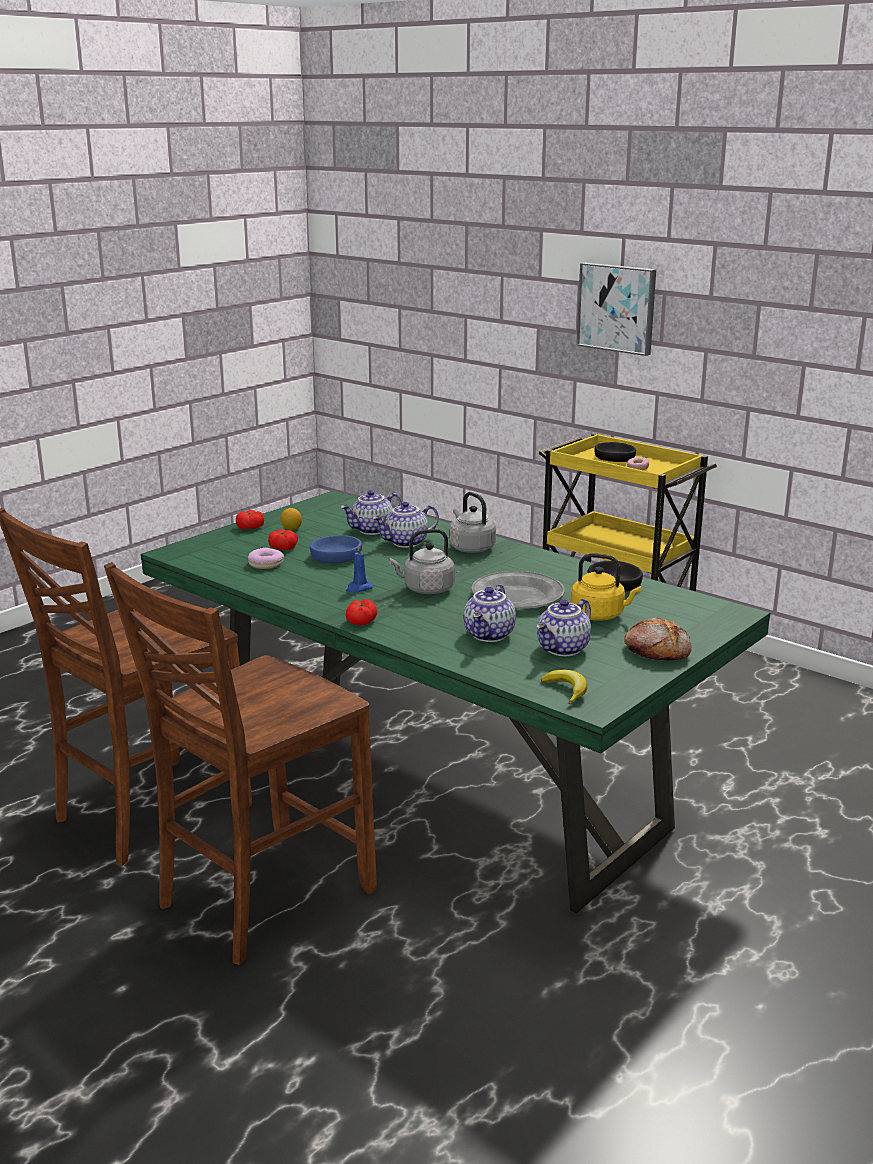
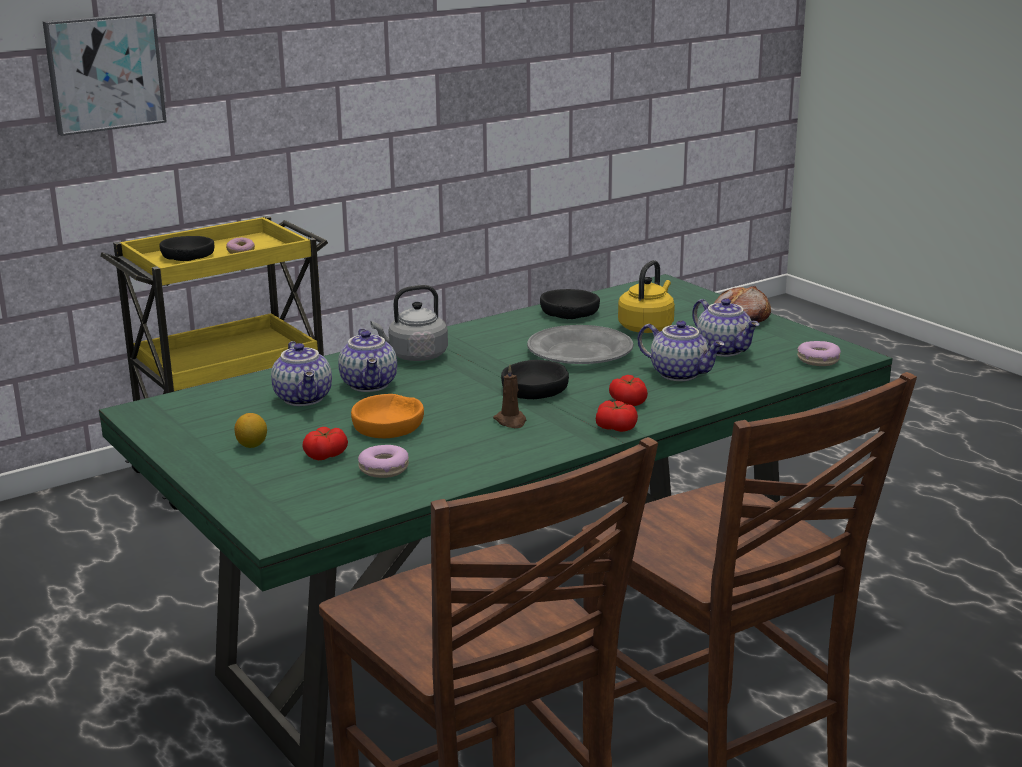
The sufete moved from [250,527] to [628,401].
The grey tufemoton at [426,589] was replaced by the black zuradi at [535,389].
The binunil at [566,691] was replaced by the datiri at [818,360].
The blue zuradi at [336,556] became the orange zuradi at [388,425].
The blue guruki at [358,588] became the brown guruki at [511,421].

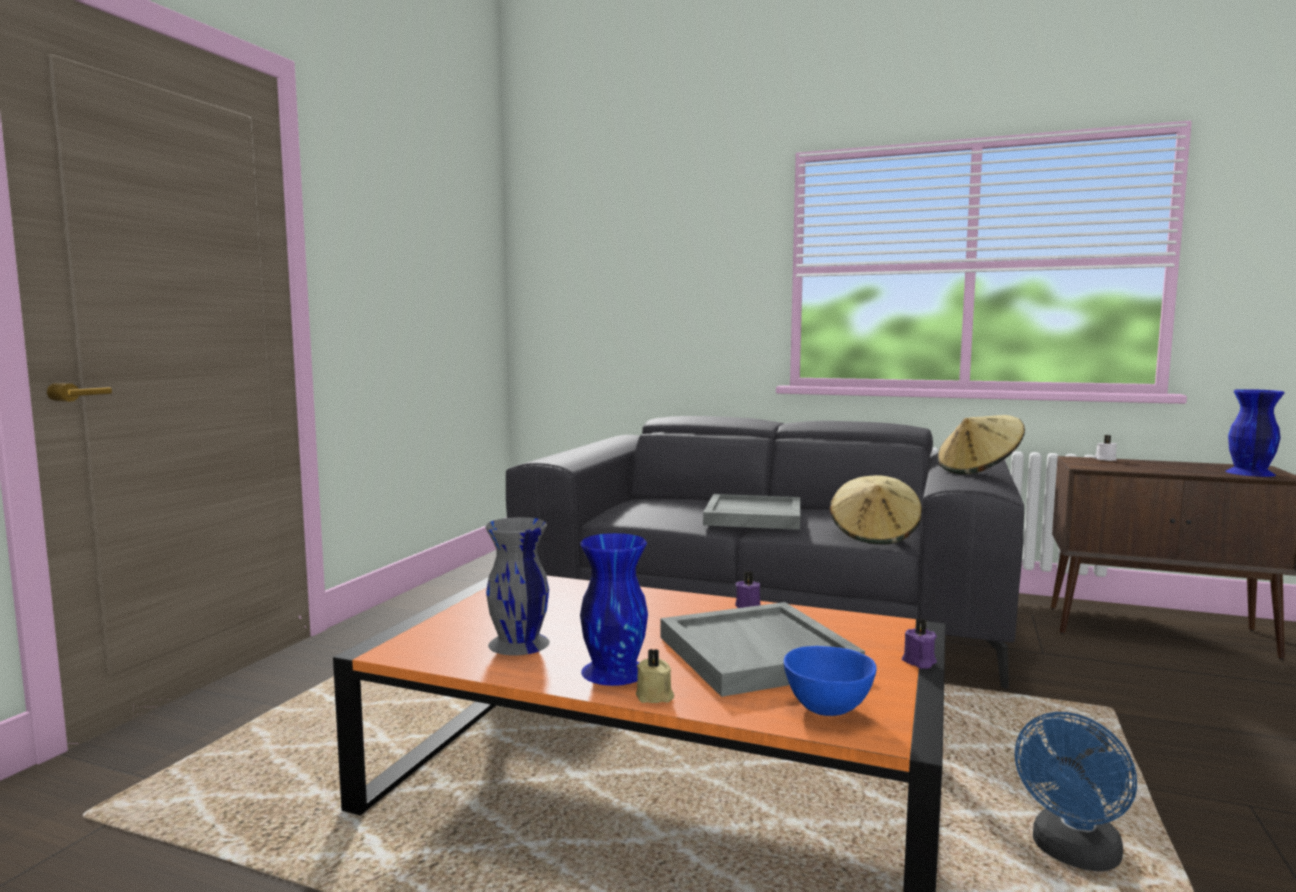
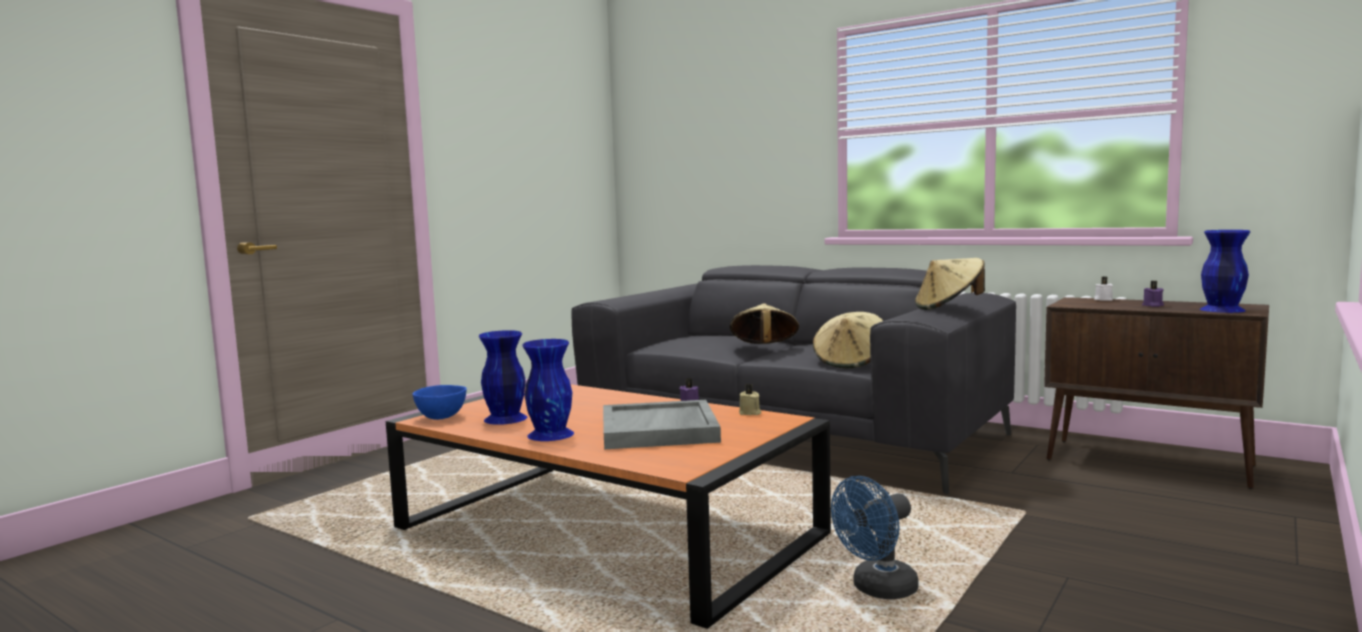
The beige guruki moved from [655,696] to [750,413].
The blue zuradi moved from [829,708] to [442,417].
The purple guruki moved from [919,662] to [1152,305].
The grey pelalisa at [752,517] was replaced by the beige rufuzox at [764,348].
The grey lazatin at [517,643] became the blue lazatin at [504,418].

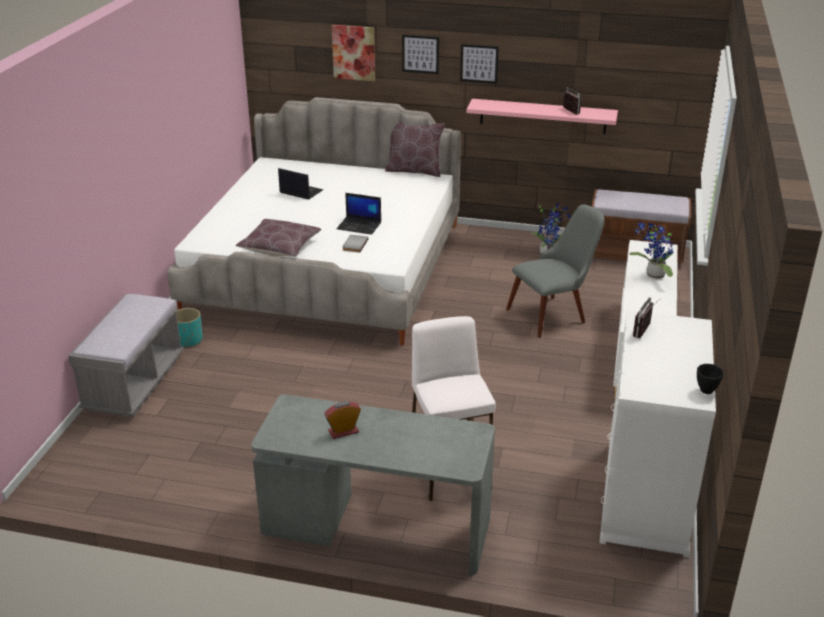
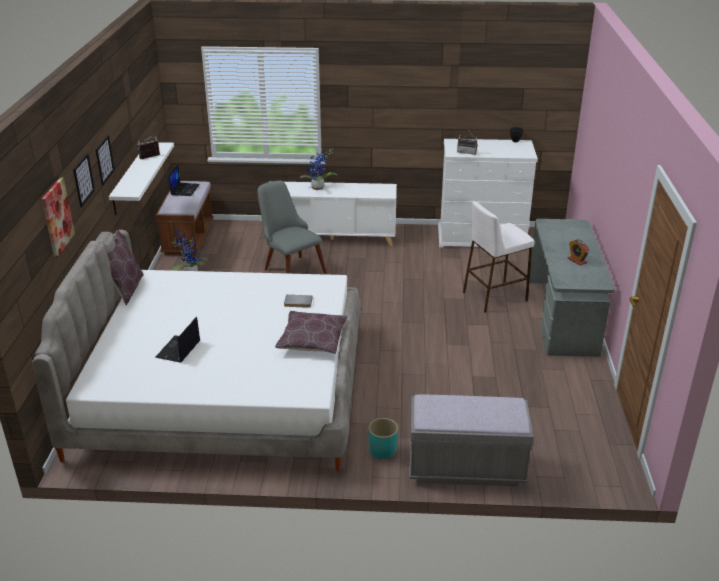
The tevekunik moved from [360,226] to [184,189].
The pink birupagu at [543,116] became the white birupagu at [130,178].

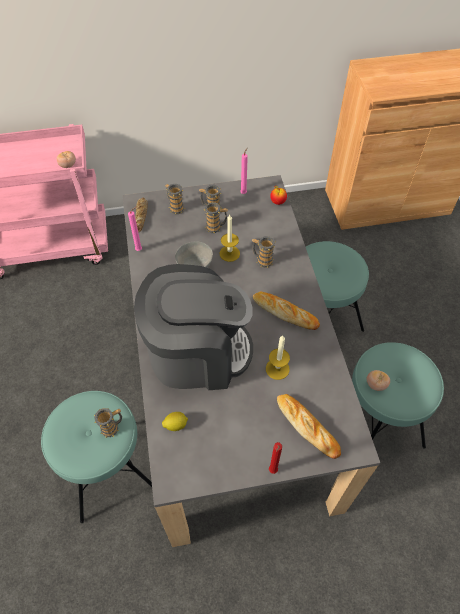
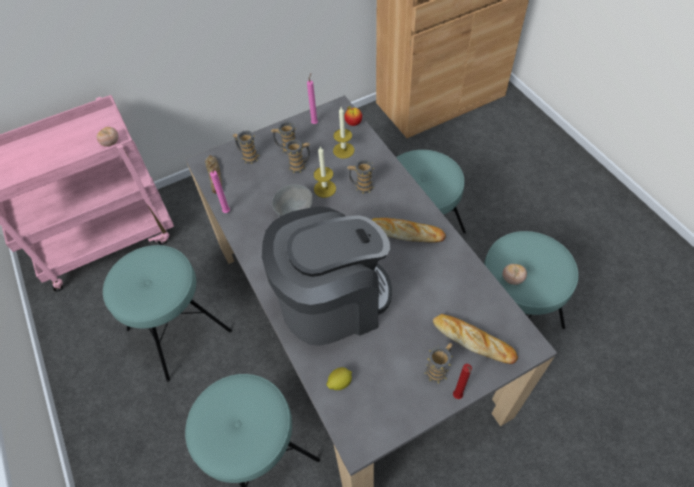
The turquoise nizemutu at [179,330] appeared.
The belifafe moved from [112,427] to [438,369].
The guruki moved from [277,369] to [343,150].

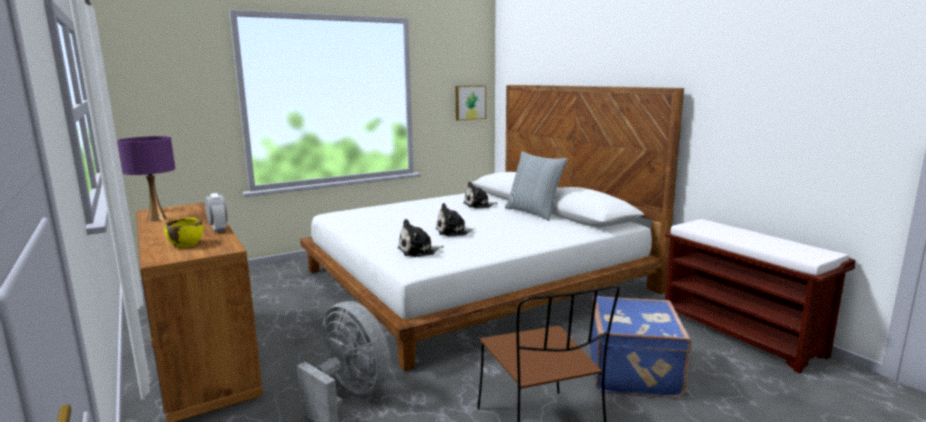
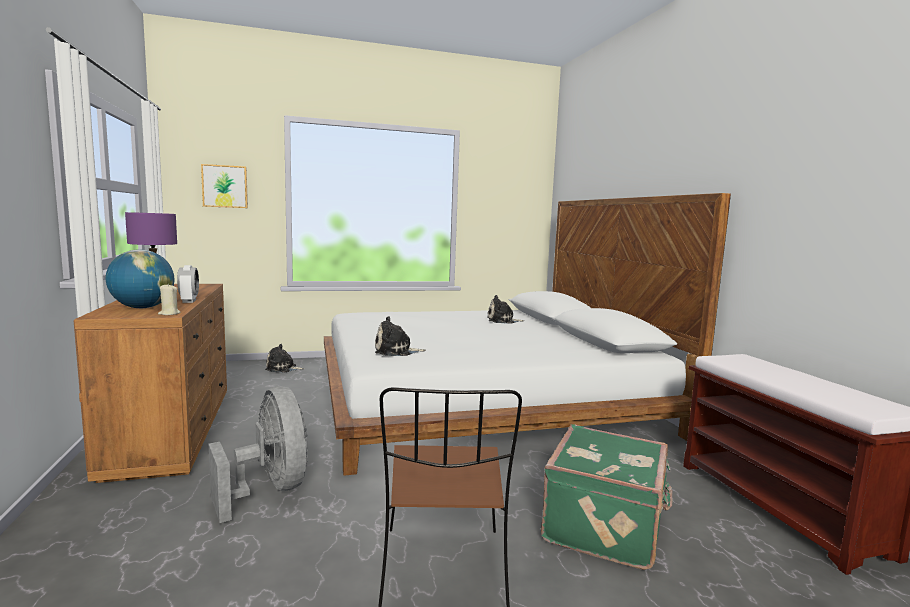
The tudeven at [534,213] disappeared.
The beige guruki at [169,314] appeared.
The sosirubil moved from [453,232] to [283,368].
The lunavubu moved from [470,102] to [225,186].
The yellow zuradi at [186,244] was replaced by the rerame at [142,308].
The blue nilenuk at [635,372] became the green nilenuk at [606,526].

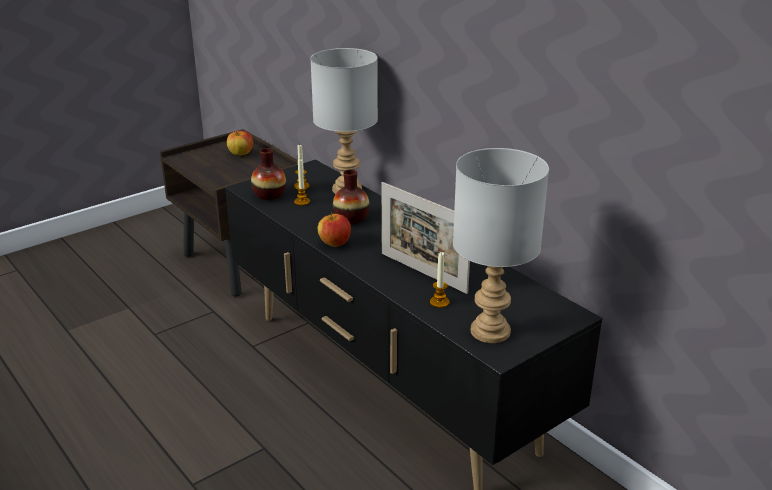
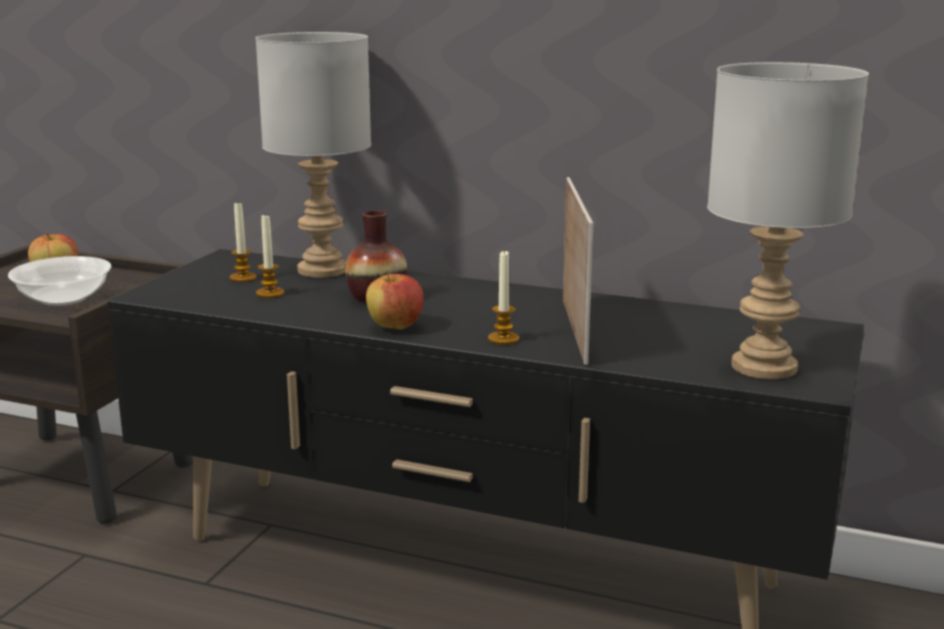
The lazatin at [269,194] disappeared.
The zuradi at [64,299] appeared.
The guruki moved from [439,302] to [503,339].
The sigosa at [423,272] turned 105 degrees counterclockwise.

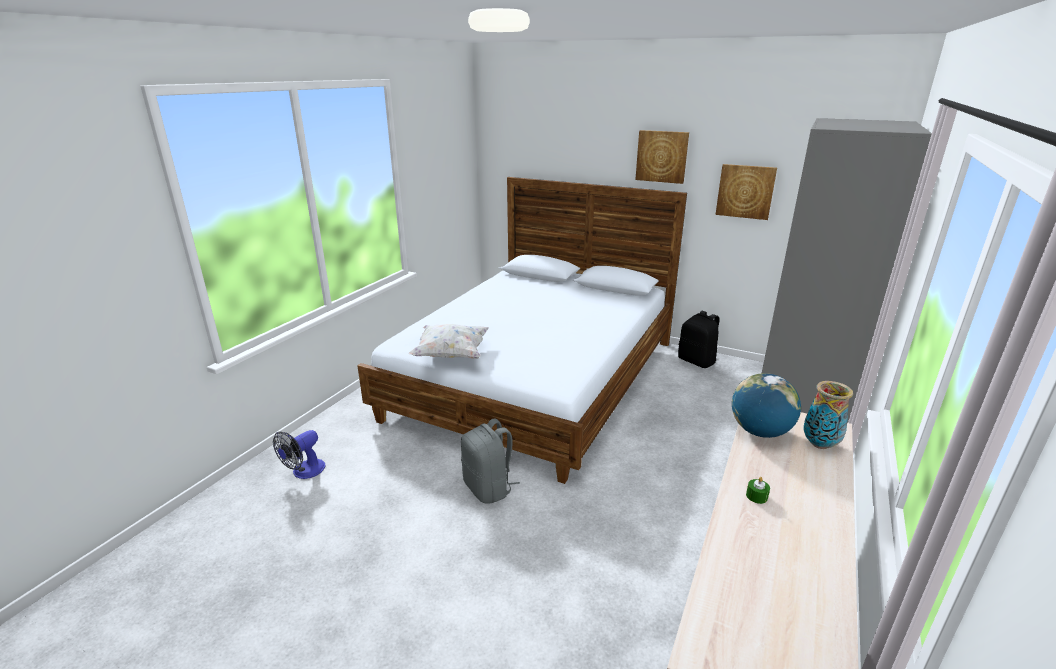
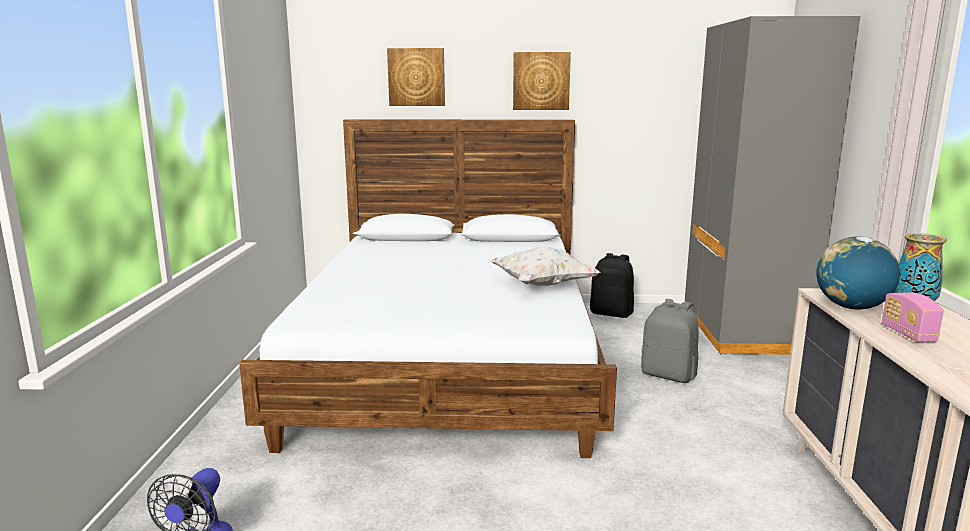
The green guruki at [756,496] disappeared.
The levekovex at [908,334] appeared.
The white tudeven moved from [451,355] to [542,285].
The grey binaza moved from [489,488] to [669,375].
The lunavubu moved from [745,191] to [416,77].

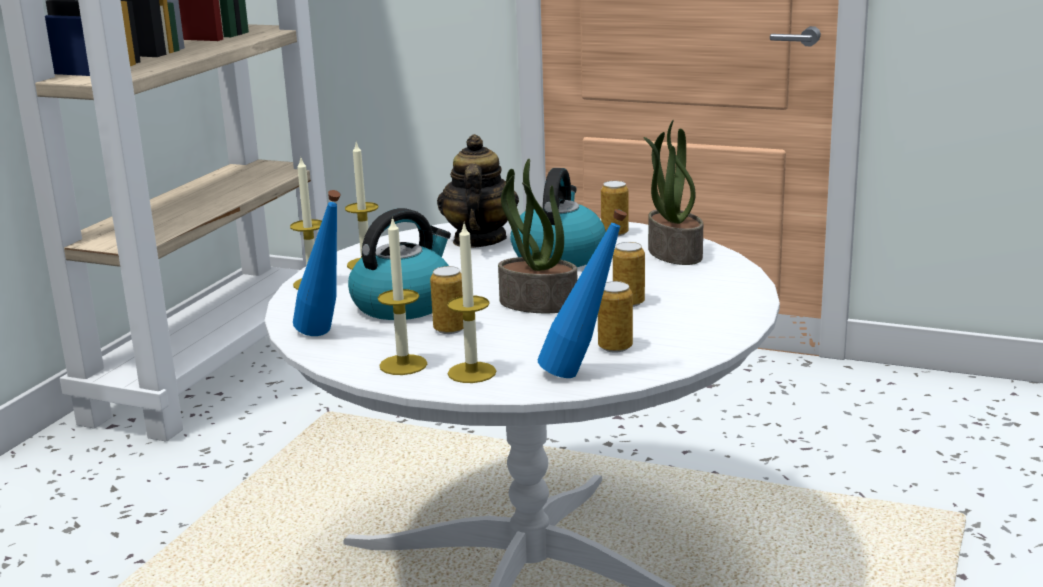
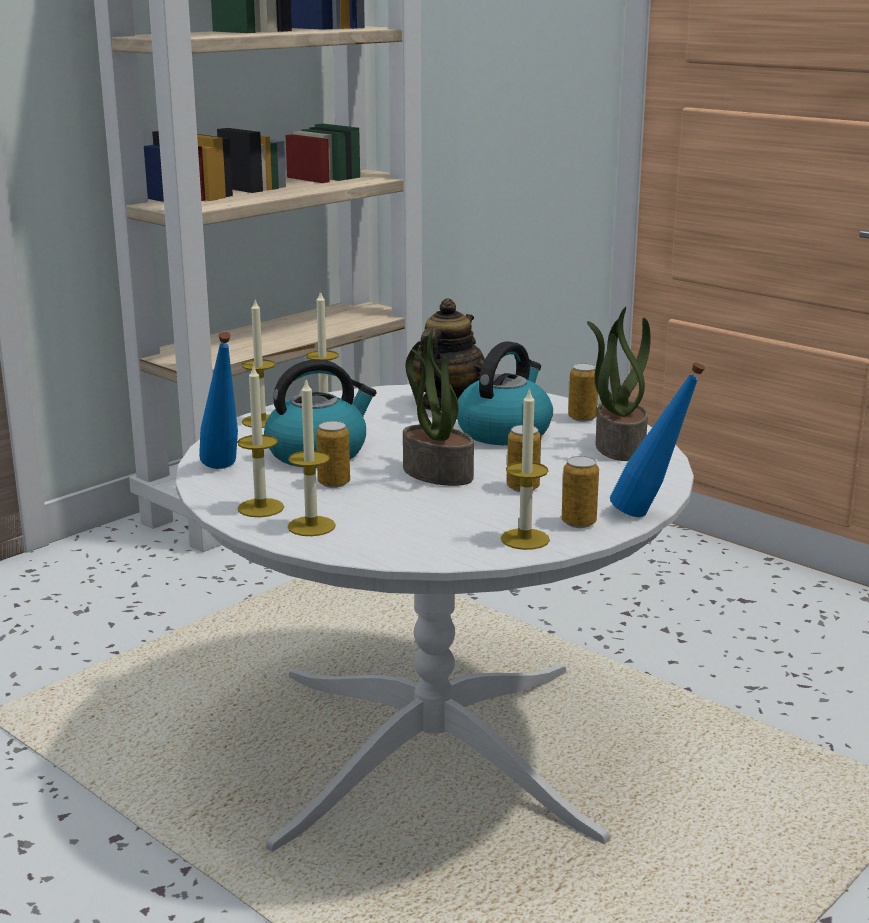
The guruki at [525,539] appeared.
The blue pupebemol moved from [582,374] to [651,515].
The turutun moved from [615,347] to [578,523].

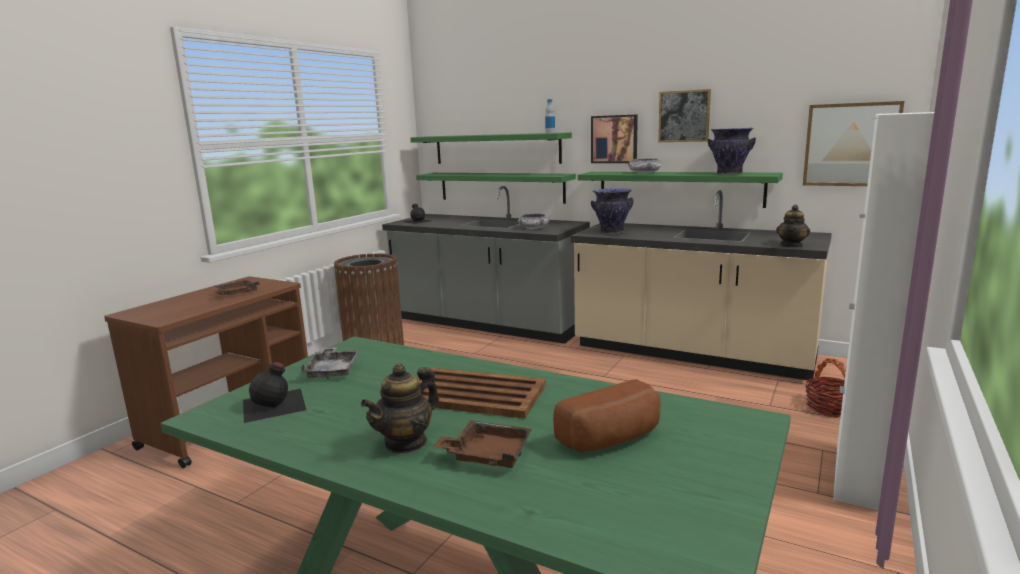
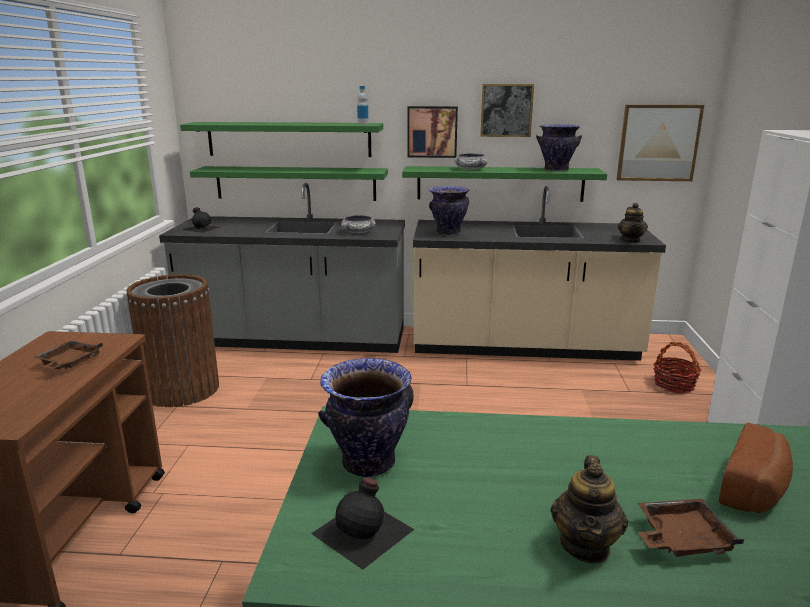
The brown pelalisa at [472,393] disappeared.
The grey pelalisa at [333,370] was replaced by the lazatin at [368,463].

